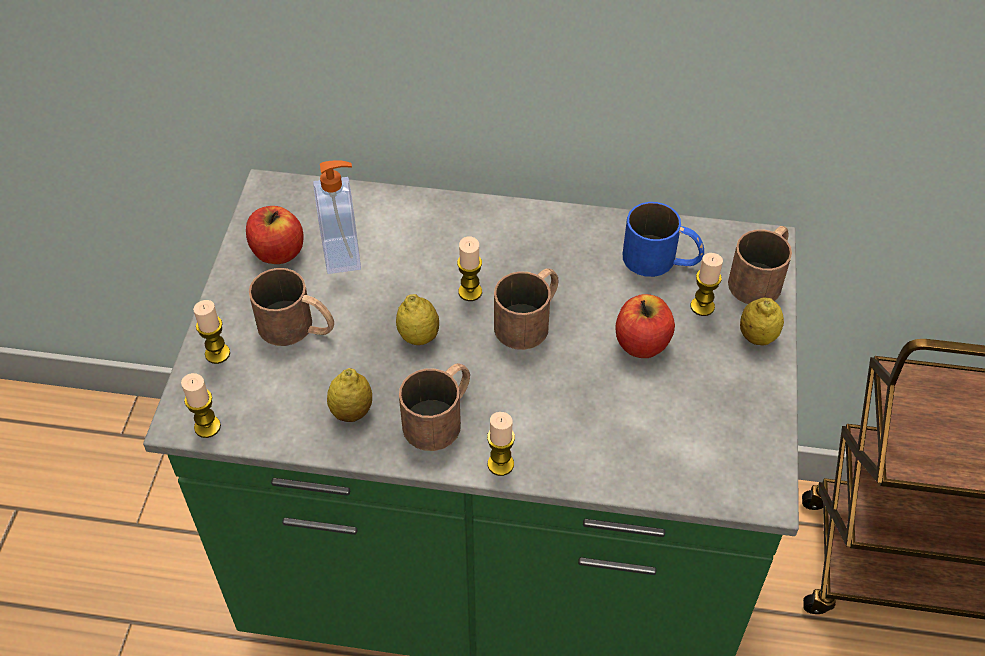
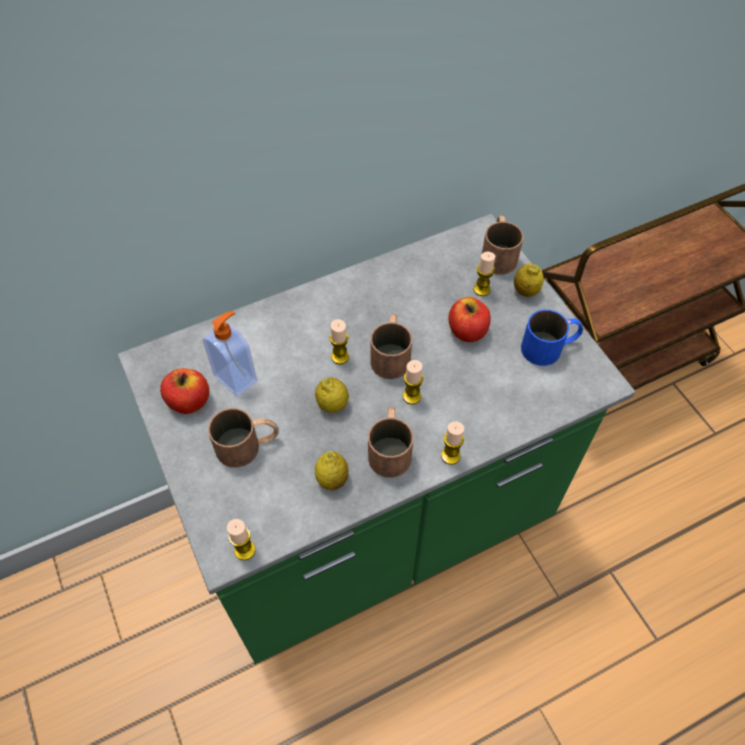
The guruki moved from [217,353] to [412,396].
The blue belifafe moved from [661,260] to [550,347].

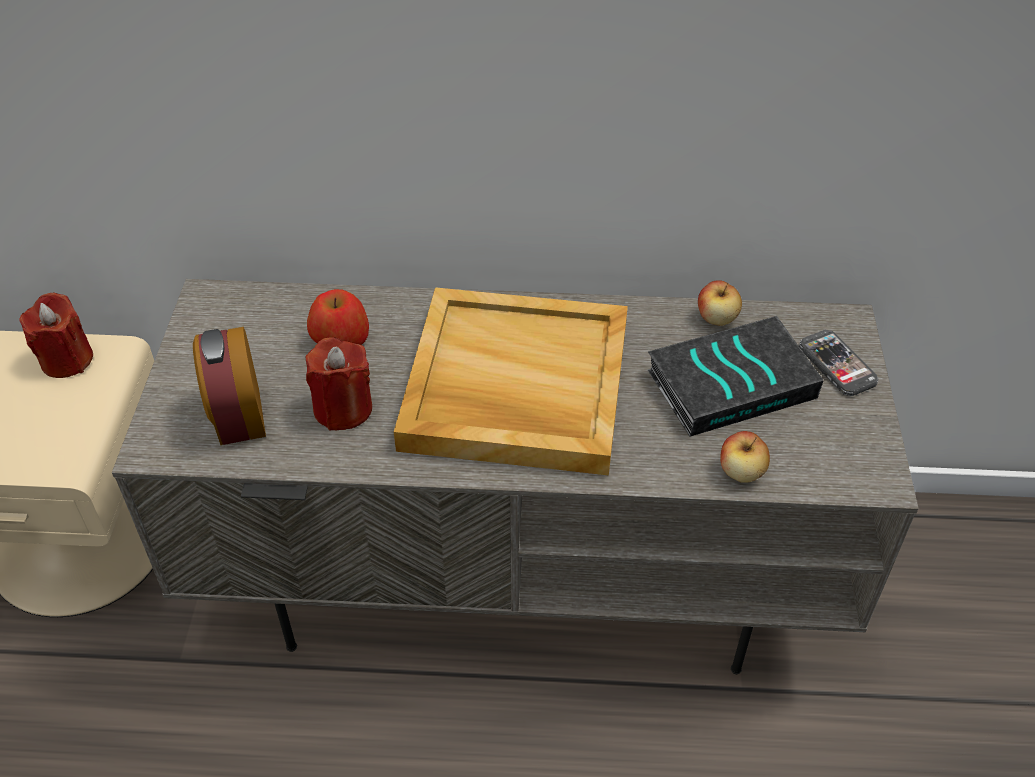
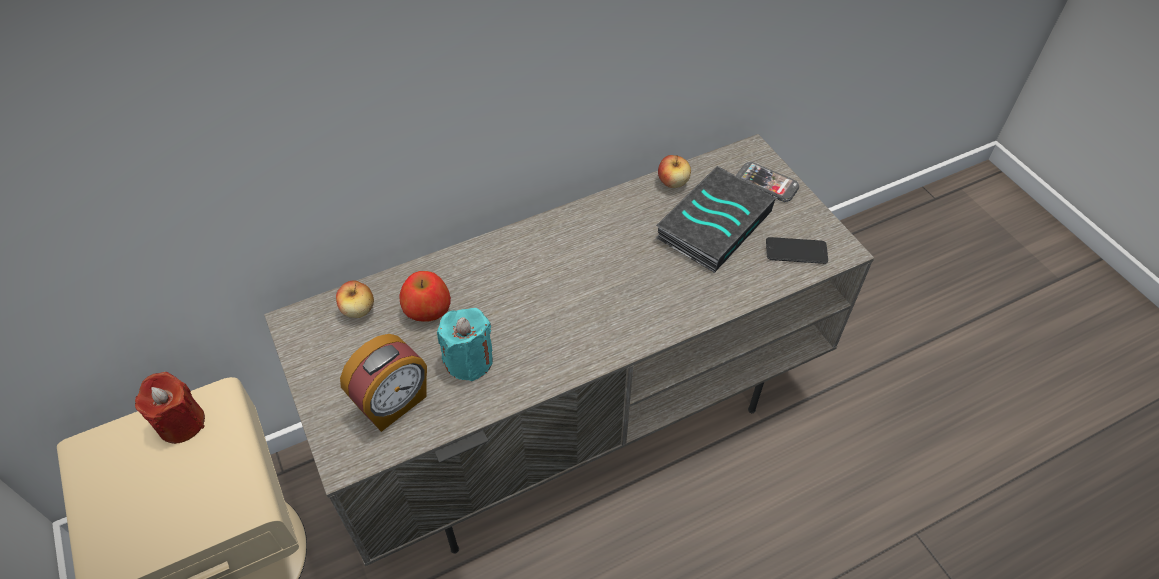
The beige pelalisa at [514,387] disappeared.
The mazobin at [796,251] appeared.
The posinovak moved from [741,472] to [358,310].
The red guruki at [343,408] became the turquoise guruki at [469,360].
The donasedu at [238,416] turned 90 degrees counterclockwise.

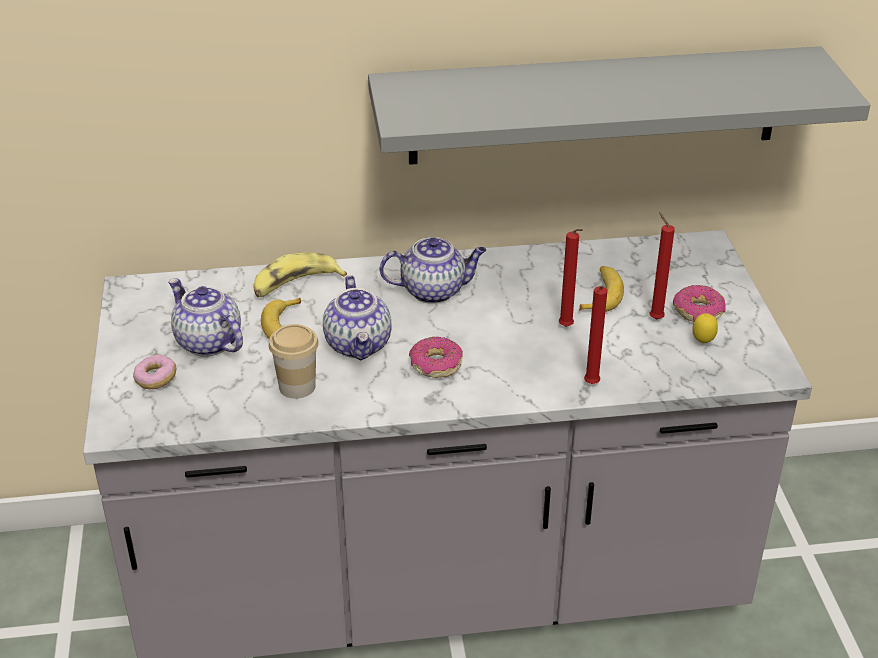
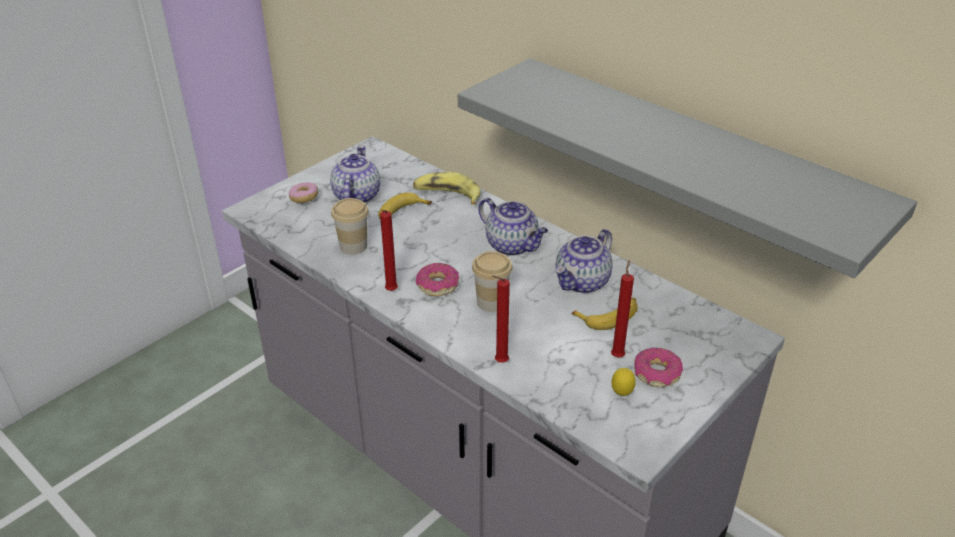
The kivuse at [491,302] appeared.
The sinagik moved from [359,345] to [582,282].
The red guruki moved from [567,328] to [390,292].

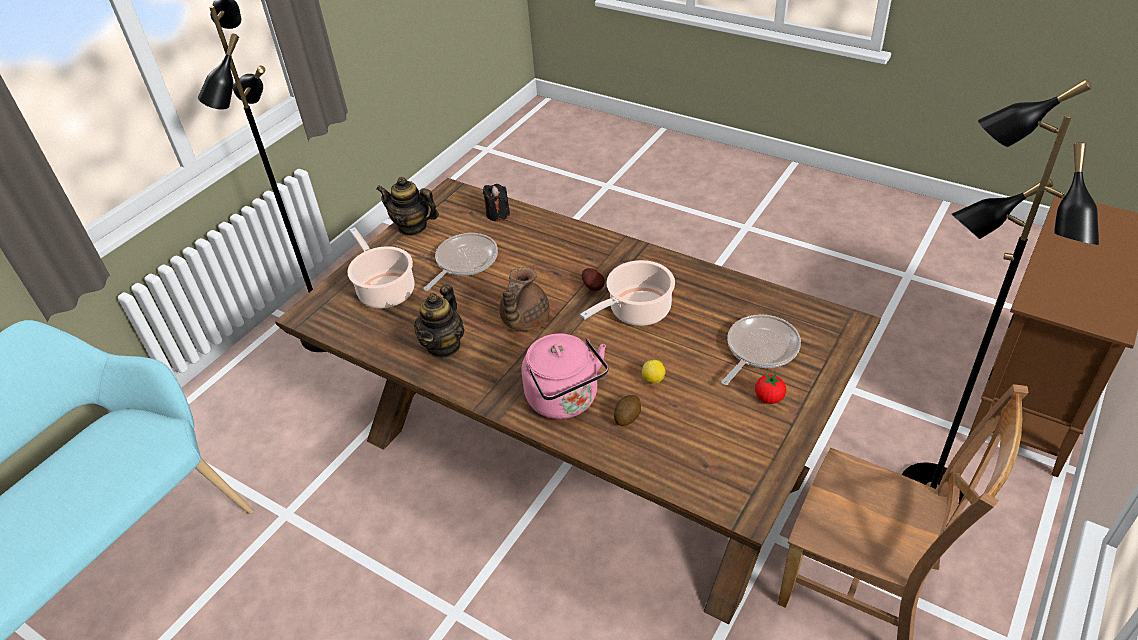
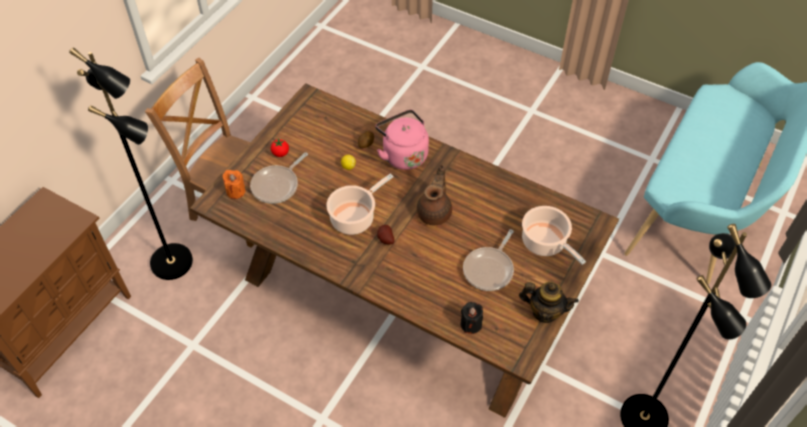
The sinagik at [444,345] disappeared.
The orange guruki at [235,191] appeared.

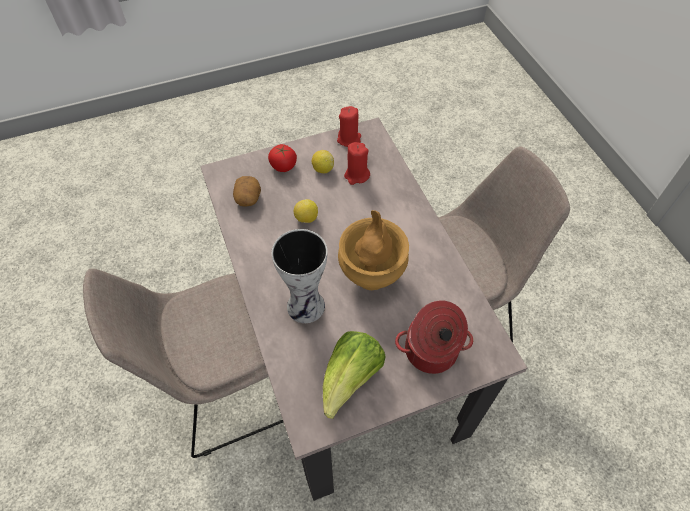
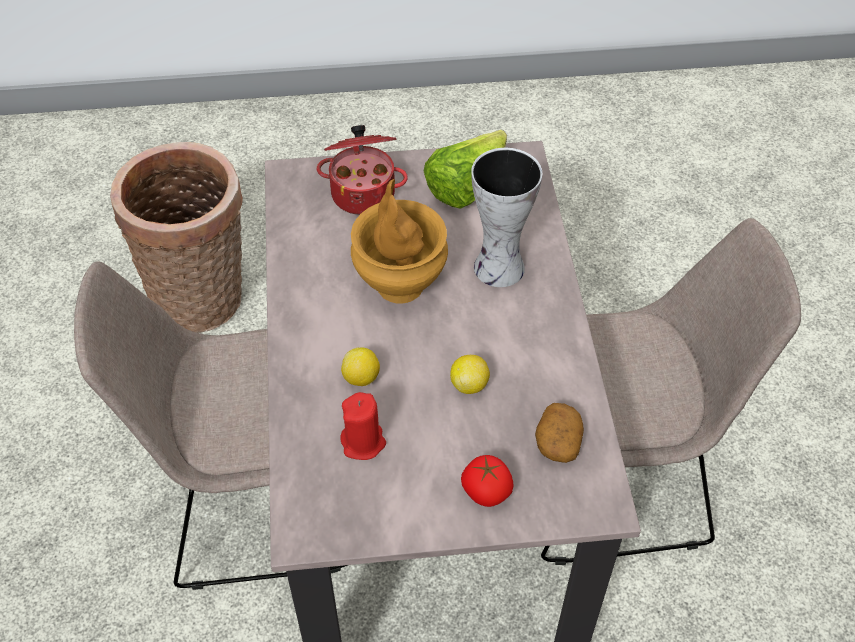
The red guruki at [349,139] disappeared.
The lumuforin at [204,300] appeared.
The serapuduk moved from [323,169] to [361,378].

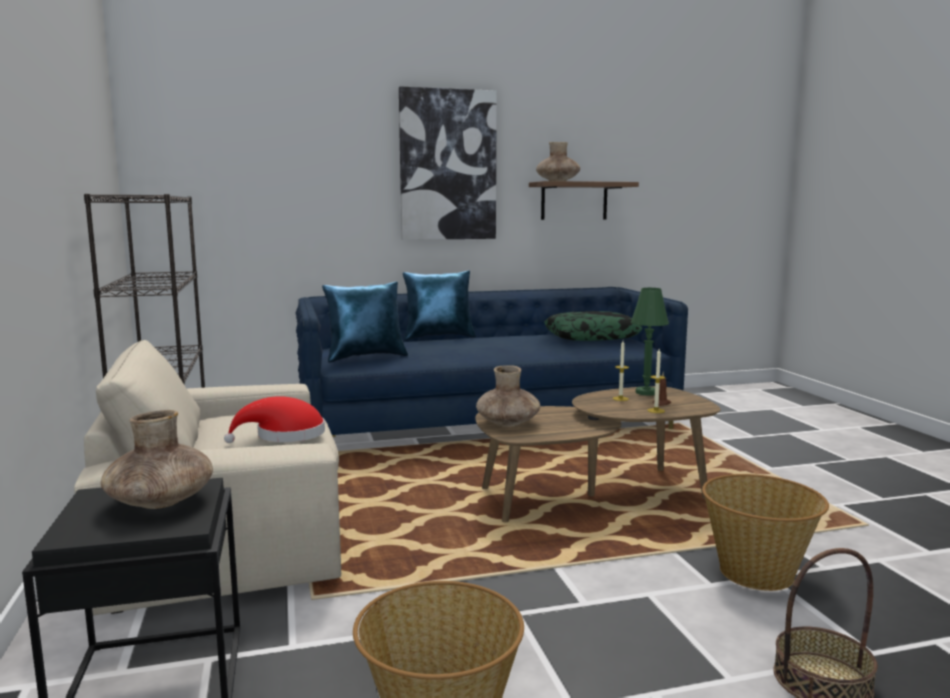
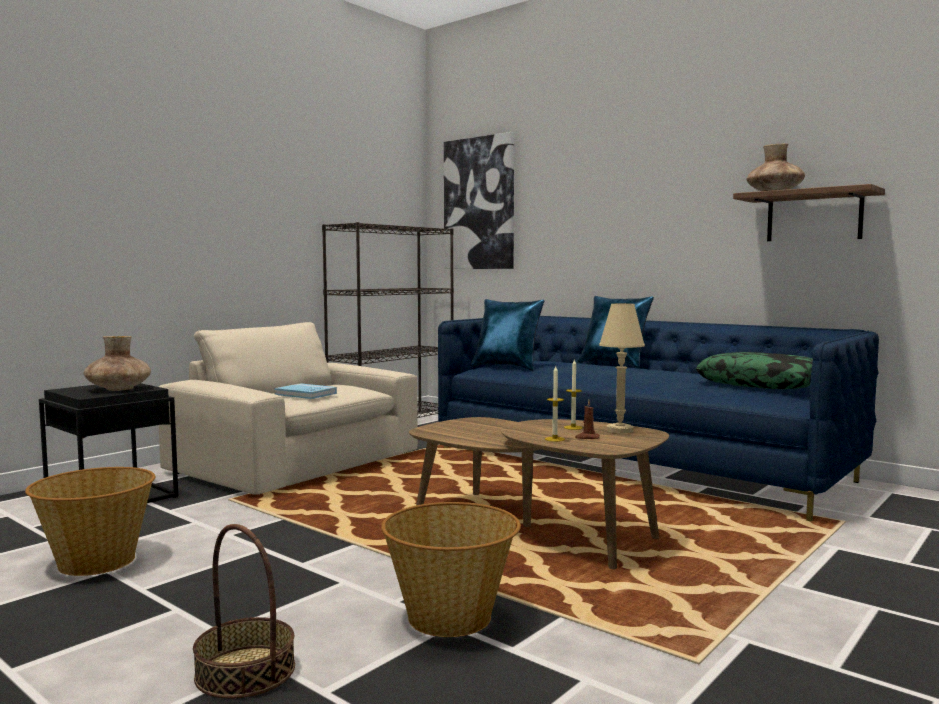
The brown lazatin at [508,423] disappeared.
The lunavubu moved from [448,165] to [479,203].
The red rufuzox at [285,435] was replaced by the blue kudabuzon at [305,394].
The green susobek at [646,392] became the beige susobek at [620,430].

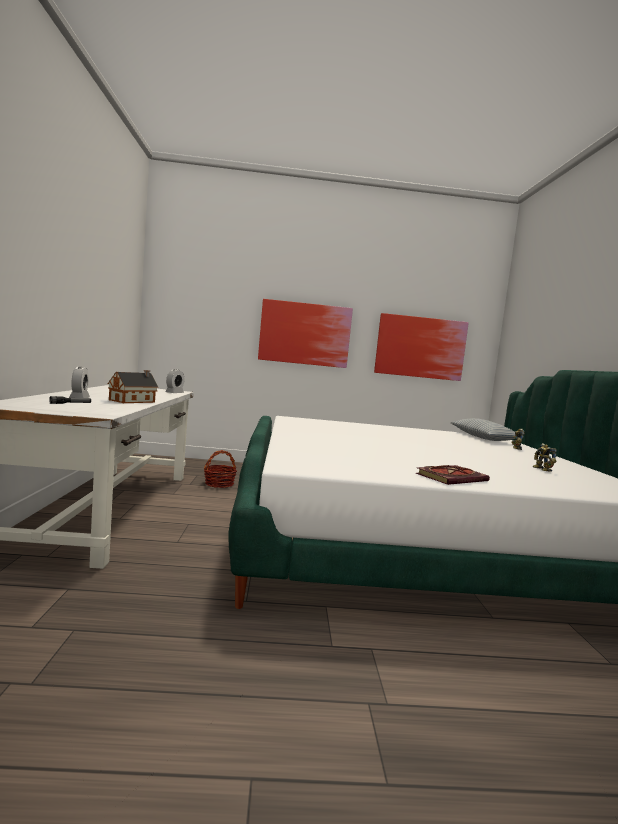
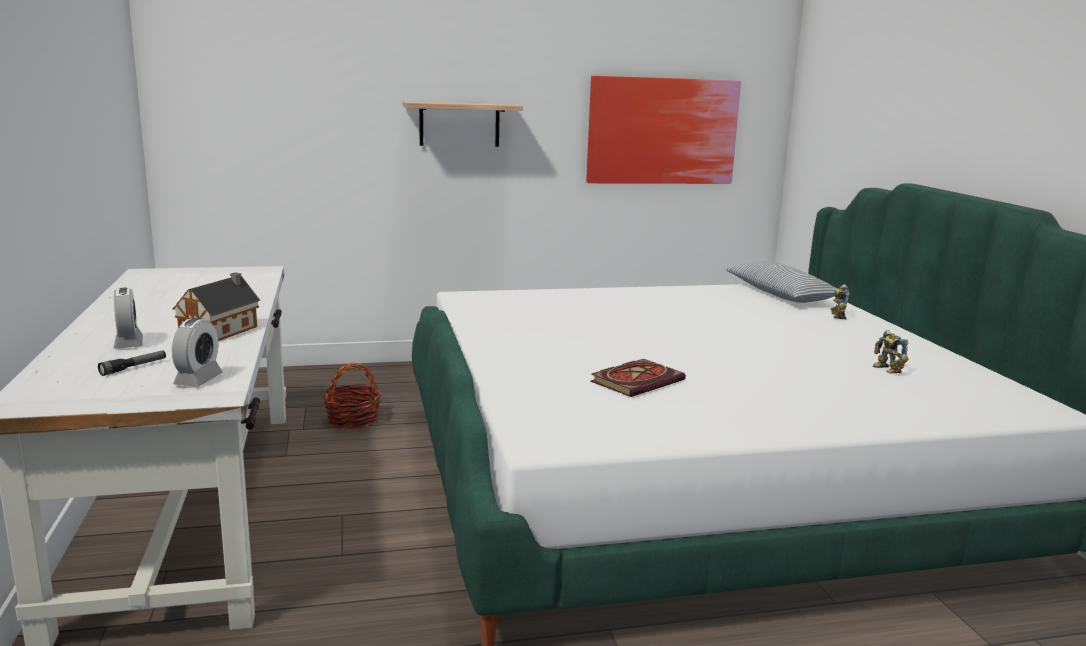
The donasedu moved from [174,393] to [198,380].
The kudabuzon moved from [451,477] to [637,381].
The lunavubu at [305,334] was replaced by the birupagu at [459,124].

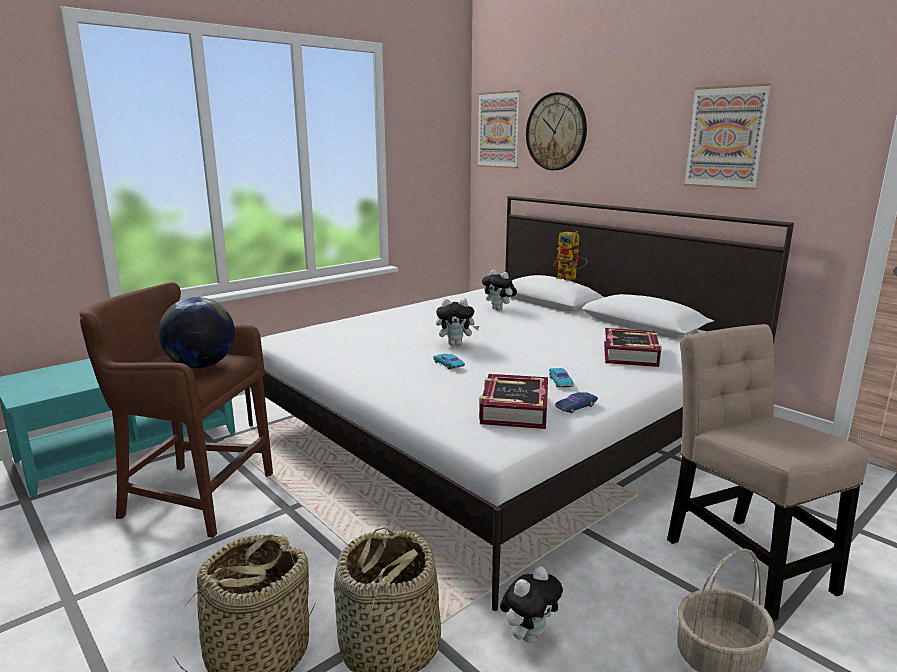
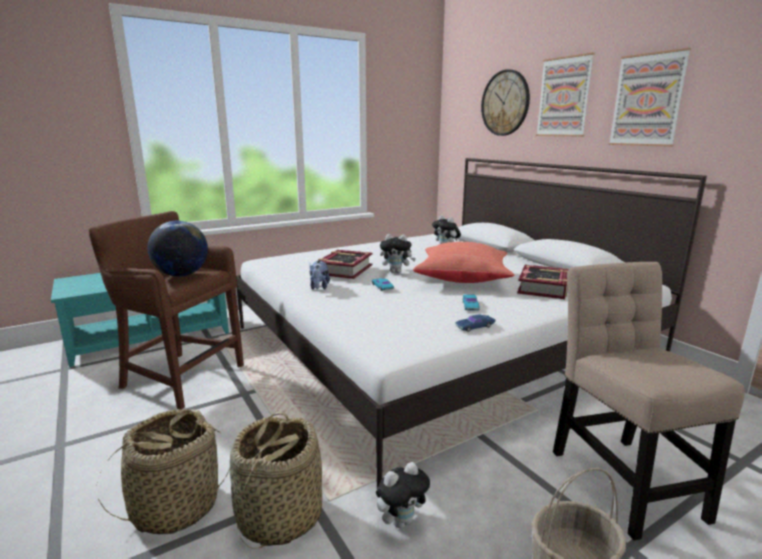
The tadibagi at [570,279] disappeared.
The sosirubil at [319,287] appeared.
The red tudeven at [463,279] appeared.
The lunavubu moved from [499,130] to [564,97].
The kudabuzon moved from [513,409] to [344,270].

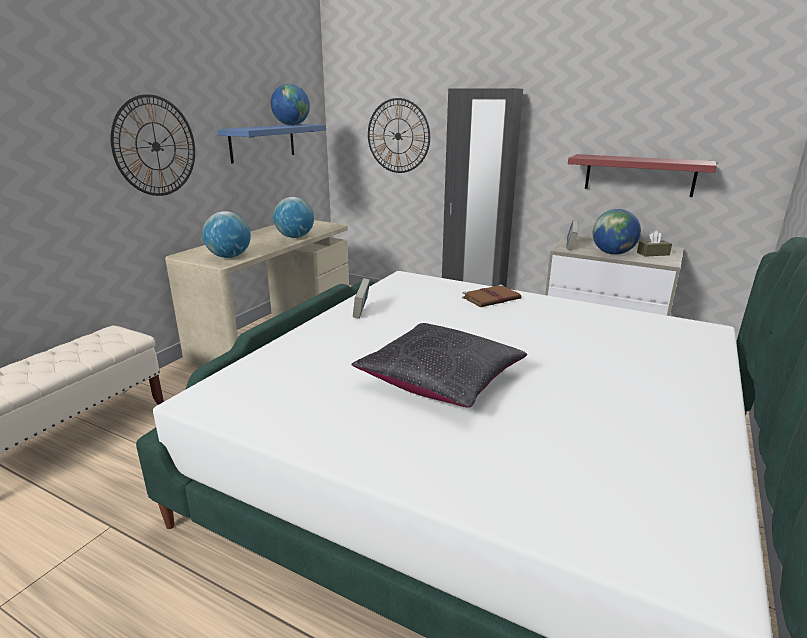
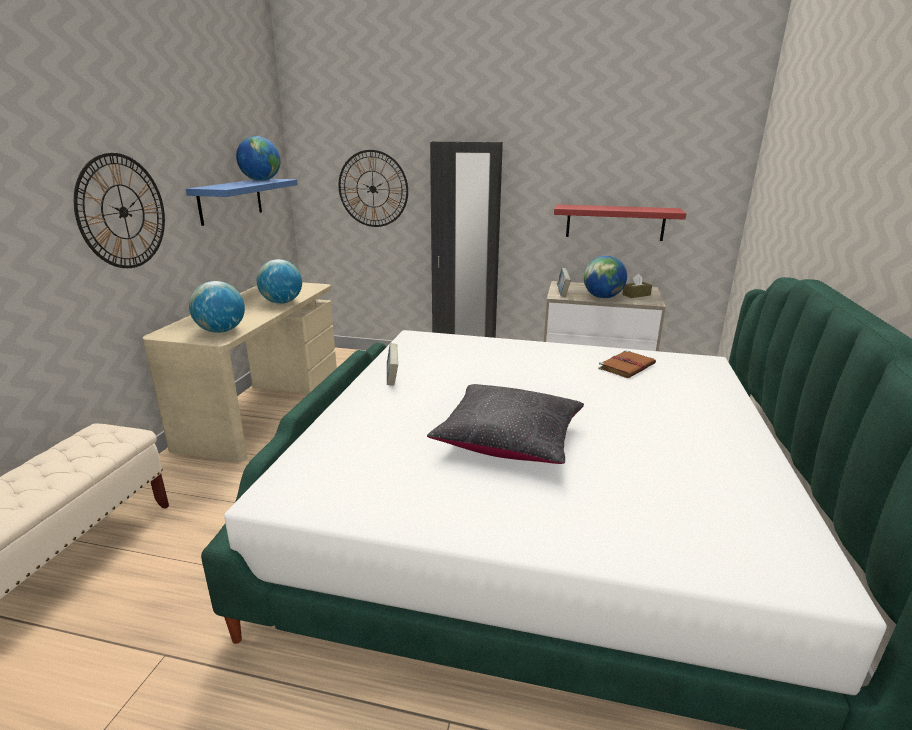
The brown kudabuzon moved from [492,298] to [627,366].

